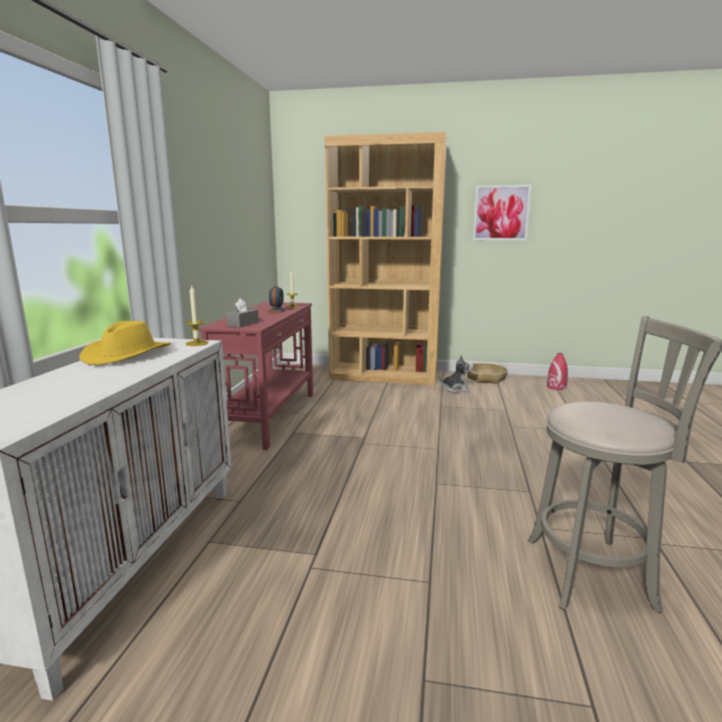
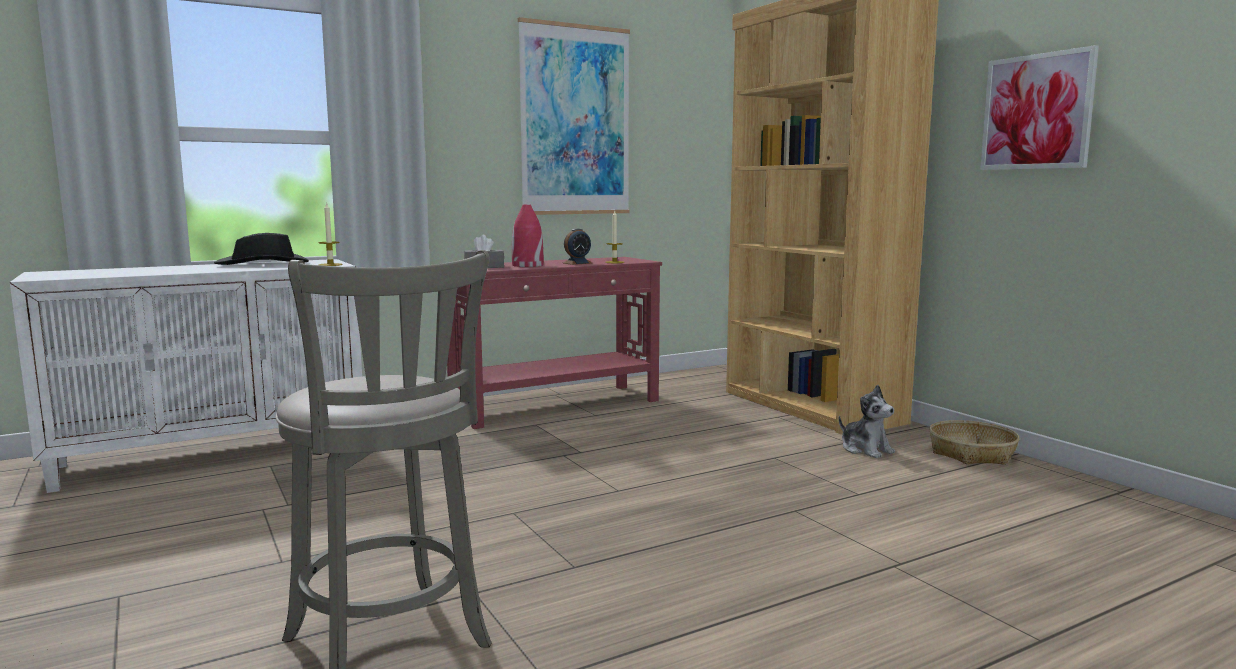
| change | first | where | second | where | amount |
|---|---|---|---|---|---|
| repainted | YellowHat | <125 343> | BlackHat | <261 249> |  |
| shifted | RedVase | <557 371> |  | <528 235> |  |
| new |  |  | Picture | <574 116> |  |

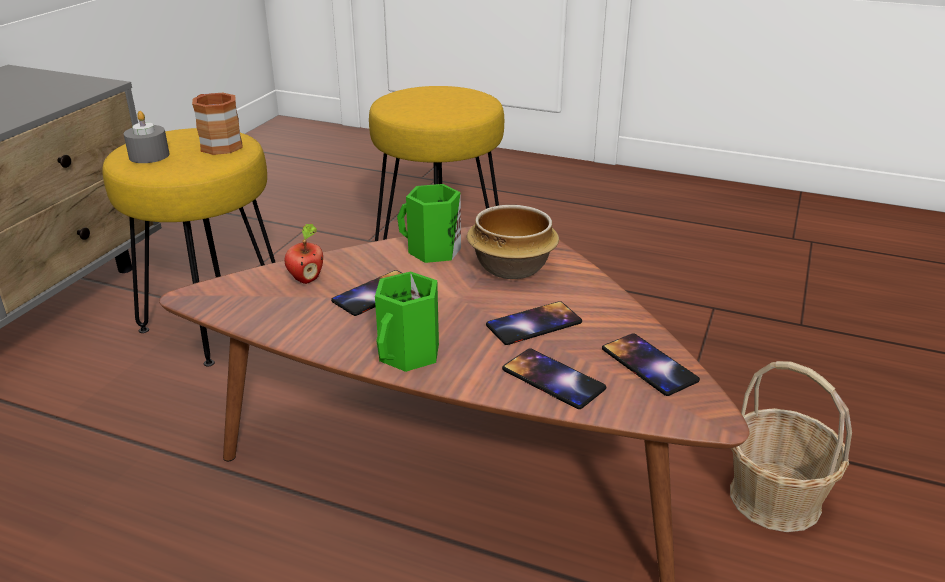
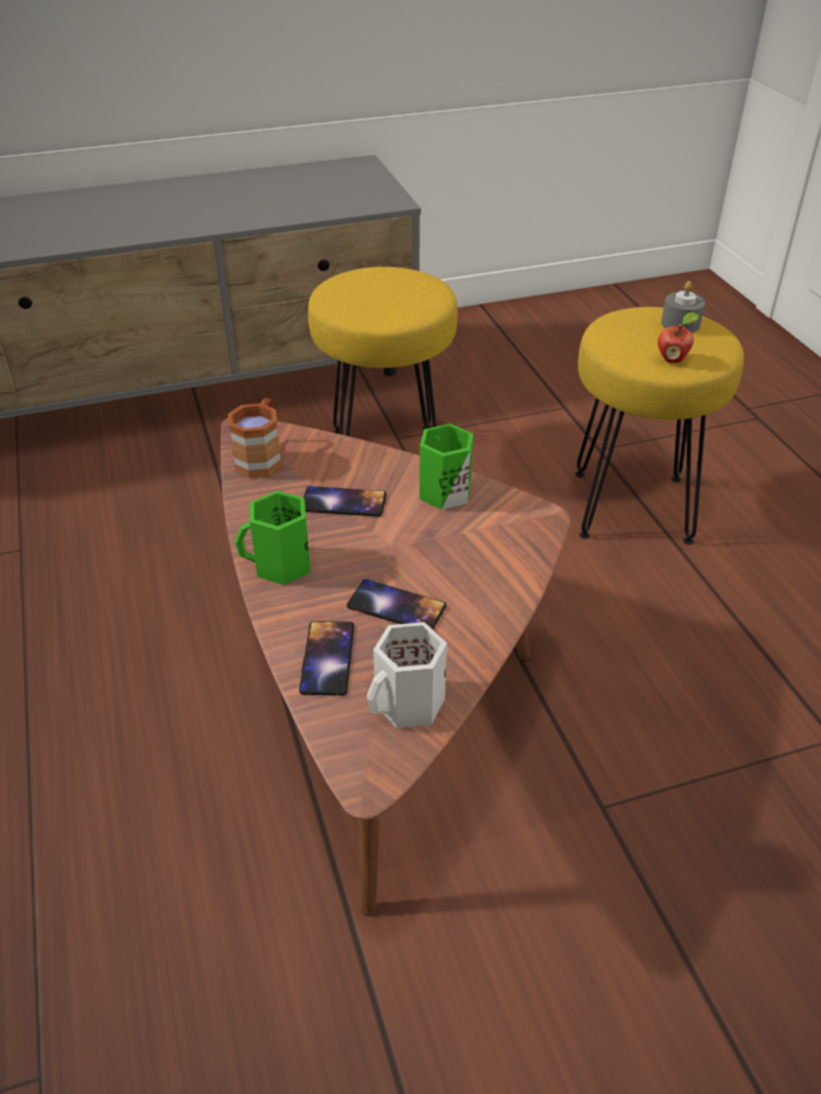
| change | first | where | second | where | amount |
|---|---|---|---|---|---|
| shifted | BrownMug | <217 124> |  | <255 438> |  |
| shifted | GreyCandle | <146 137> |  | <683 307> |  |
| gone | Bowl | <513 242> |  |  |  |
| shifted | Apple | <304 254> |  | <678 337> |  |
| swapped | Phone | <651 365> | WhiteMug | <407 675> |  |
| gone | Basket | <791 446> |  |  |  |

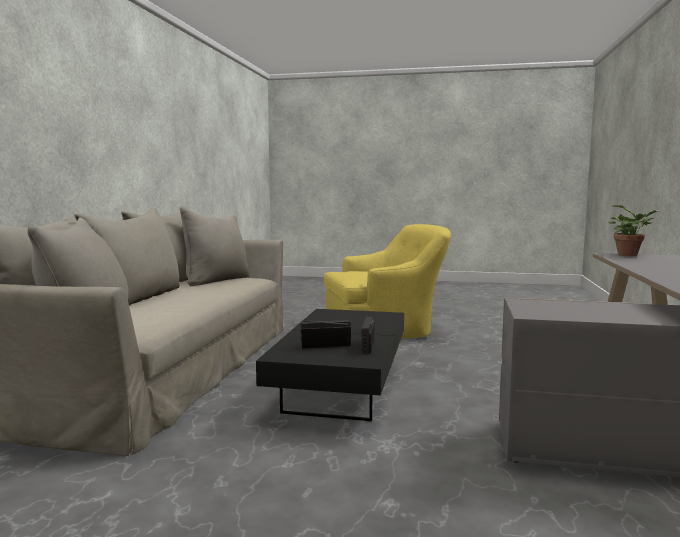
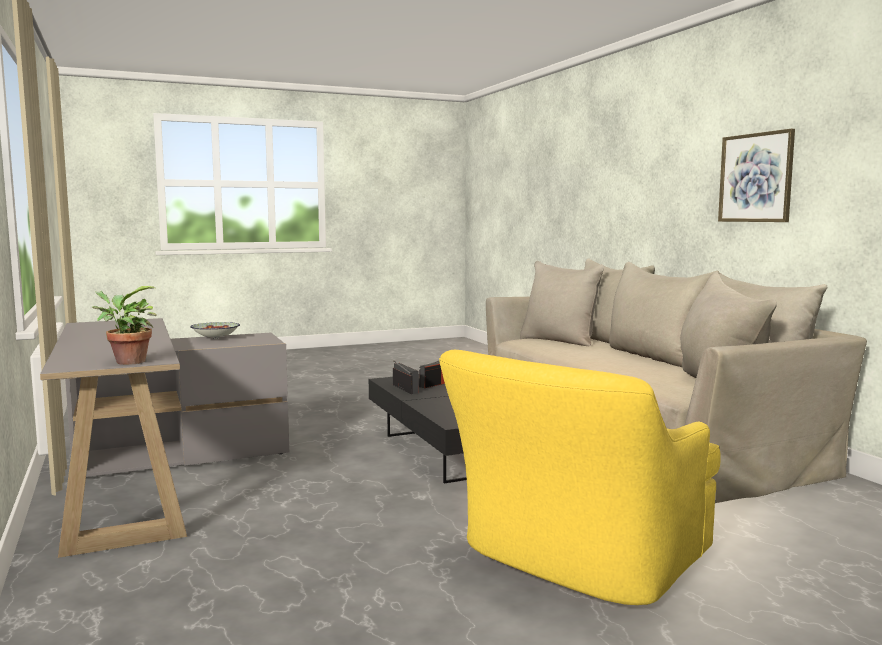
| change | first | where | second | where | amount |
|---|---|---|---|---|---|
| new |  |  | Picture | <756 175> |  |
| new |  |  | Bowl | <215 330> |  |

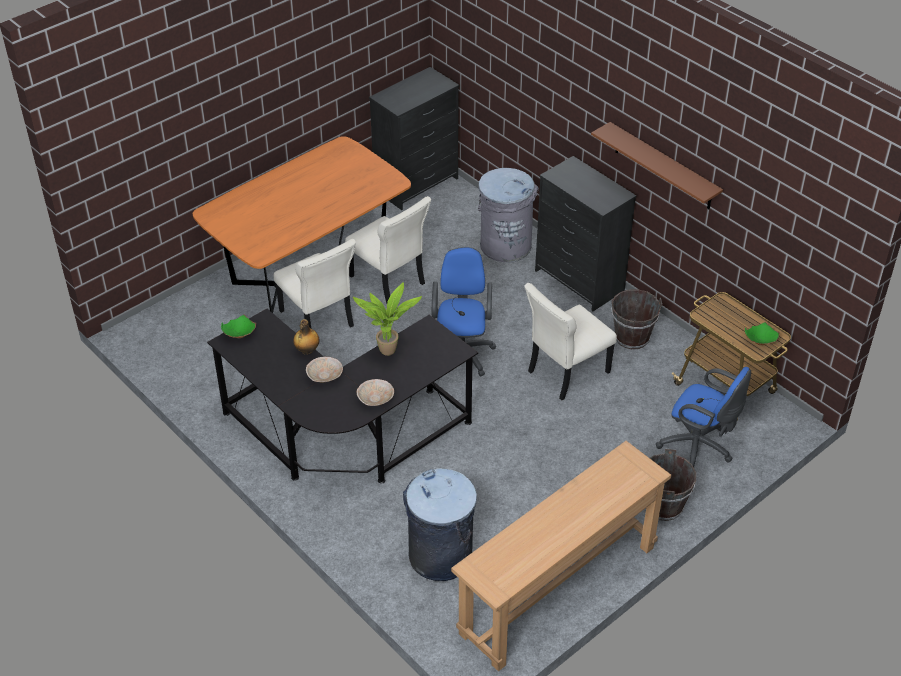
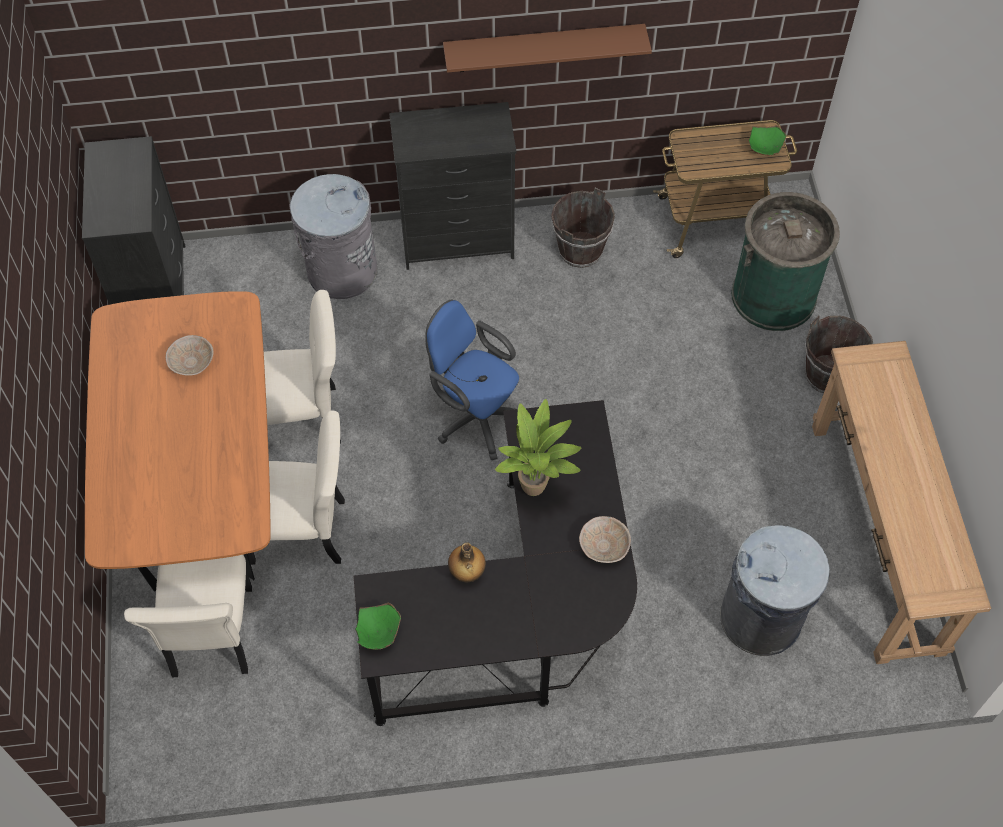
| change | first | where | second | where | amount |
|---|---|---|---|---|---|
| shifted | BeigeChair | <570 342> |  | <188 616> |  |
| shifted | BeigeBowl | <324 369> |  | <189 355> |  |
| swapped | BlueOfficeChair | <703 417> | GreenTrashCan | <785 261> |  |

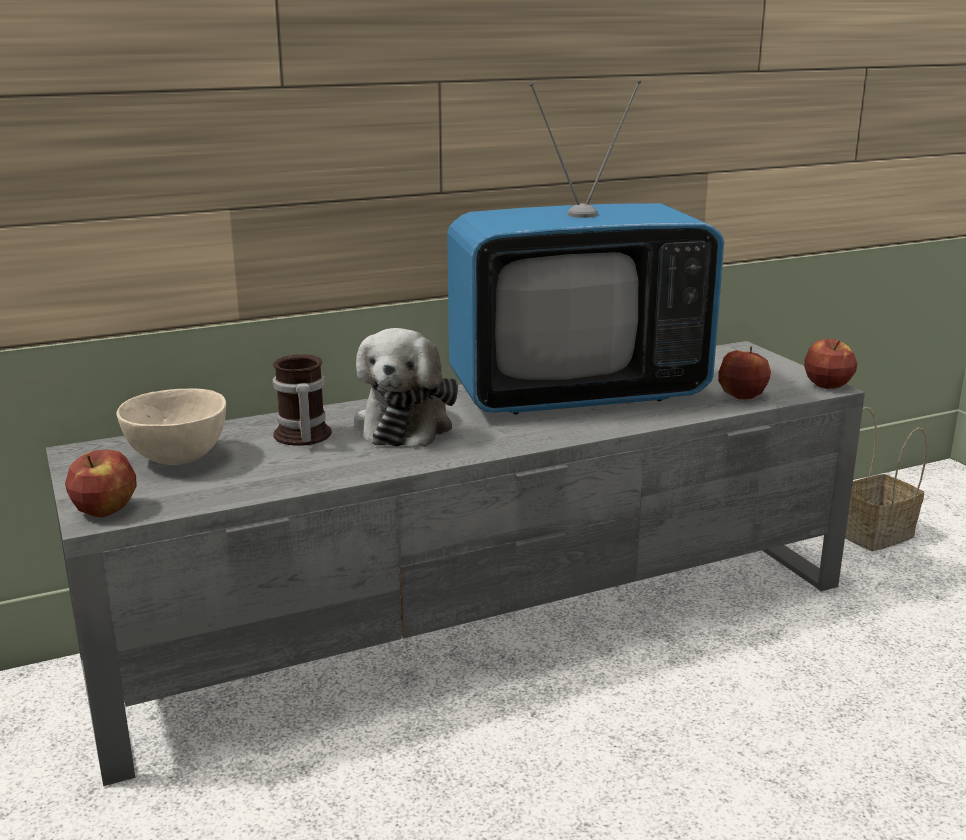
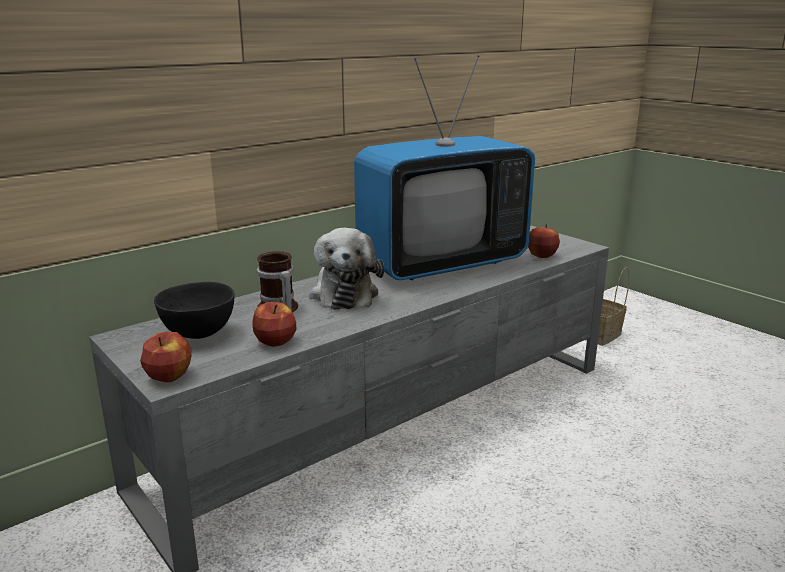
| change | first | where | second | where | amount |
|---|---|---|---|---|---|
| shifted | Apple | <830 364> |  | <274 324> |  |
| repainted | BeigeBowl | <171 427> | BlackBowl | <194 310> |  |

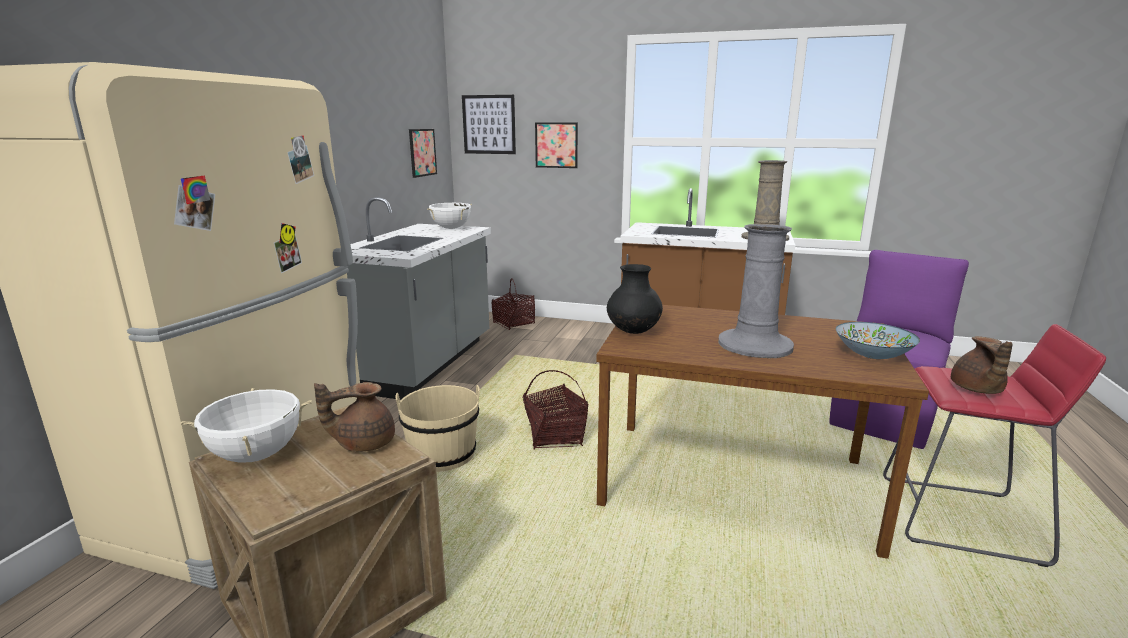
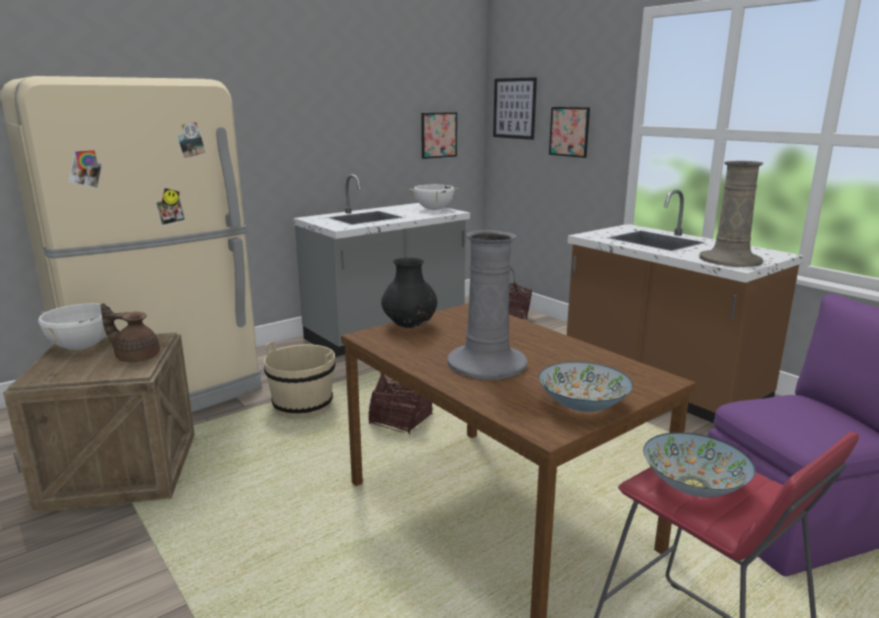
| change | first | where | second | where | amount |
|---|---|---|---|---|---|
| swapped | BrownTeapot | <982 365> | Bowl | <699 464> |  |

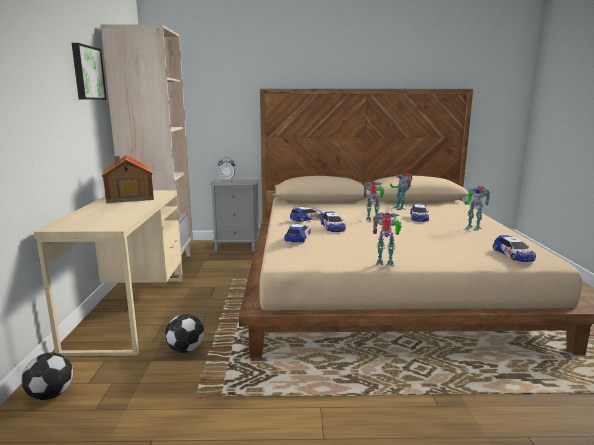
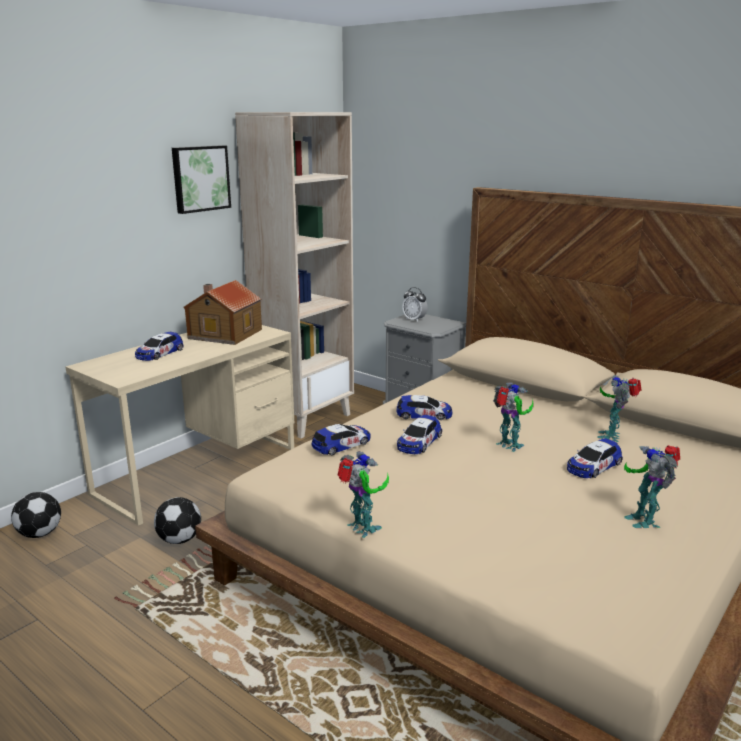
| change | first | where | second | where | amount |
|---|---|---|---|---|---|
| shifted | ToyCar | <514 248> |  | <159 346> |  |

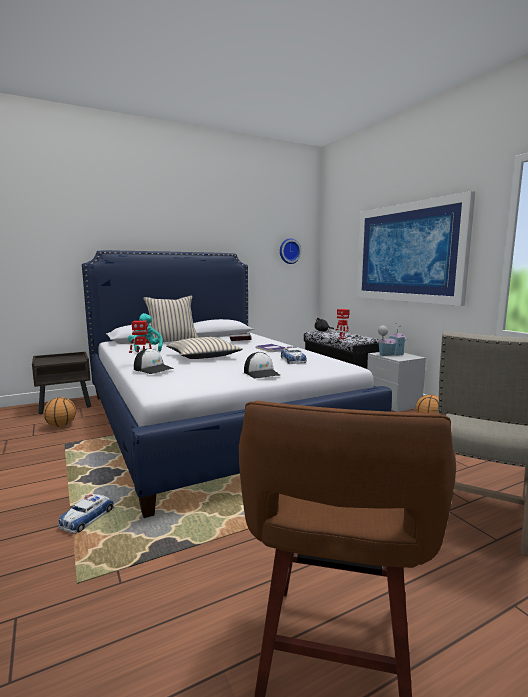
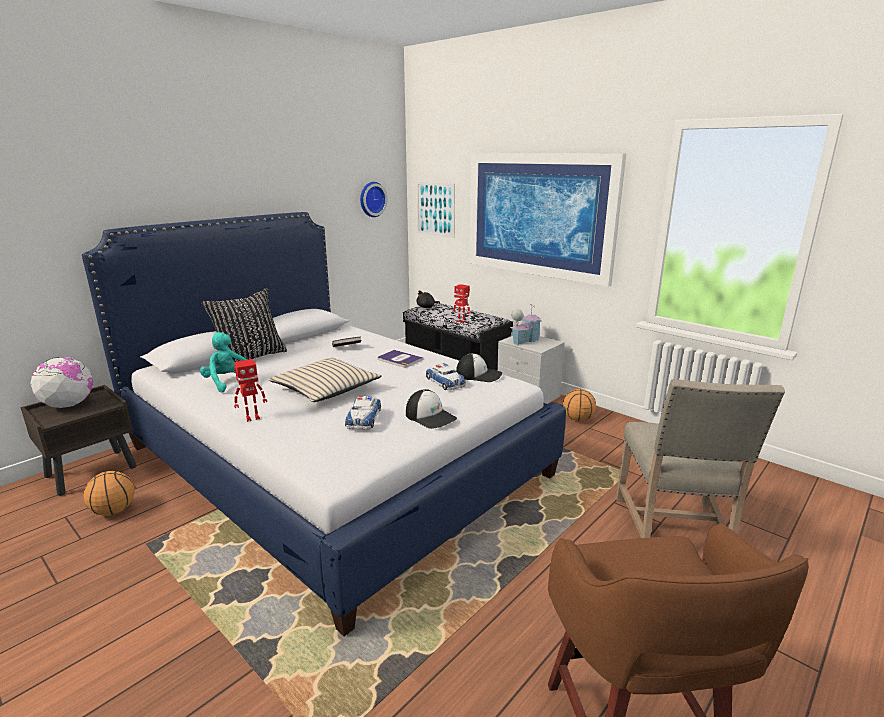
| change | first | where | second | where | amount |
|---|---|---|---|---|---|
| repainted | BeigePillow | <170 320> | BlackPillow | <244 325> |  |
| shifted | Cap | <154 361> |  | <479 367> |  |
| shifted | ToyCar | <86 514> |  | <363 413> |  |
| new |  |  | Picture | <436 210> |  |
| new |  |  | Globe | <61 382> |  |

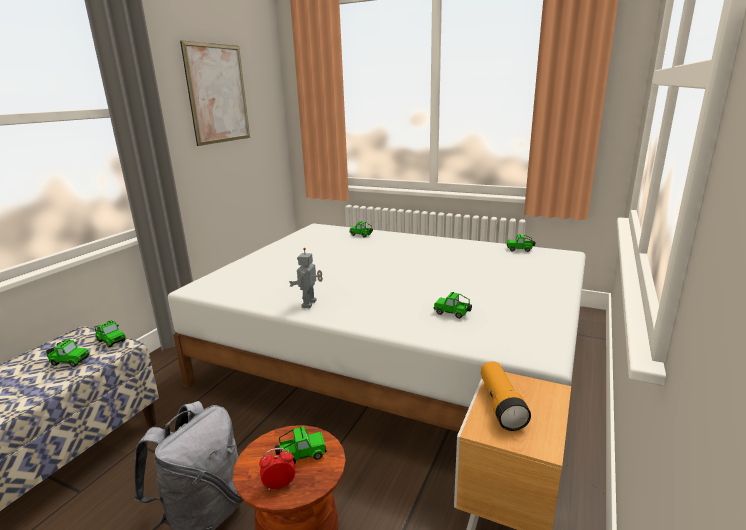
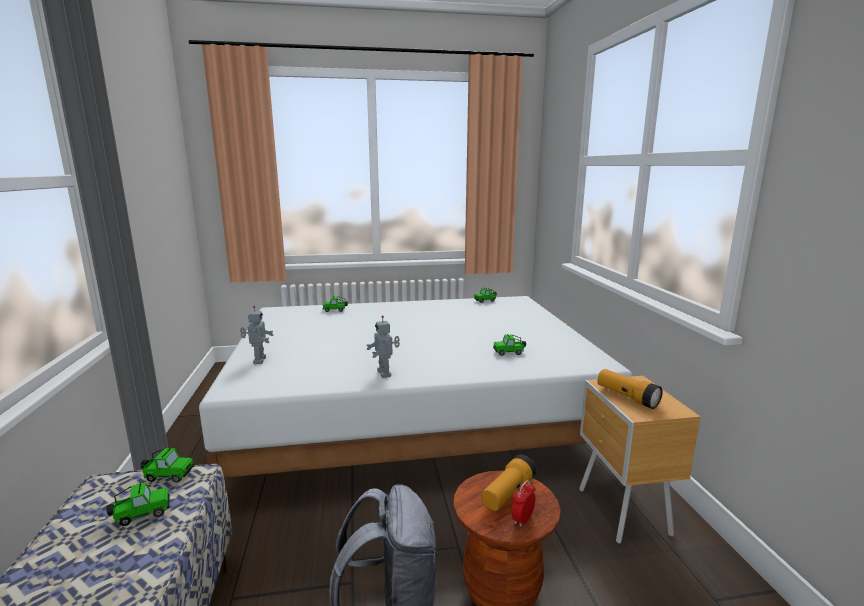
| change | first | where | second | where | amount |
|---|---|---|---|---|---|
| gone | Picture | <215 93> |  |  |  |
| swapped | ToyCar | <301 445> | Flashlight | <508 483> |  |
| new |  |  | ToyRobot | <256 335> |  |

